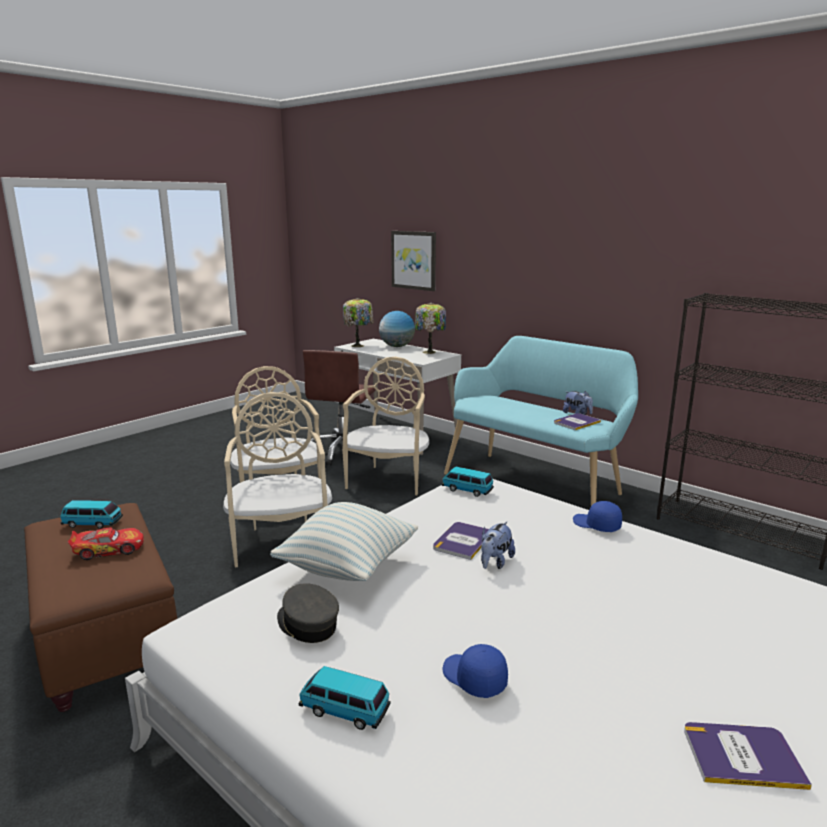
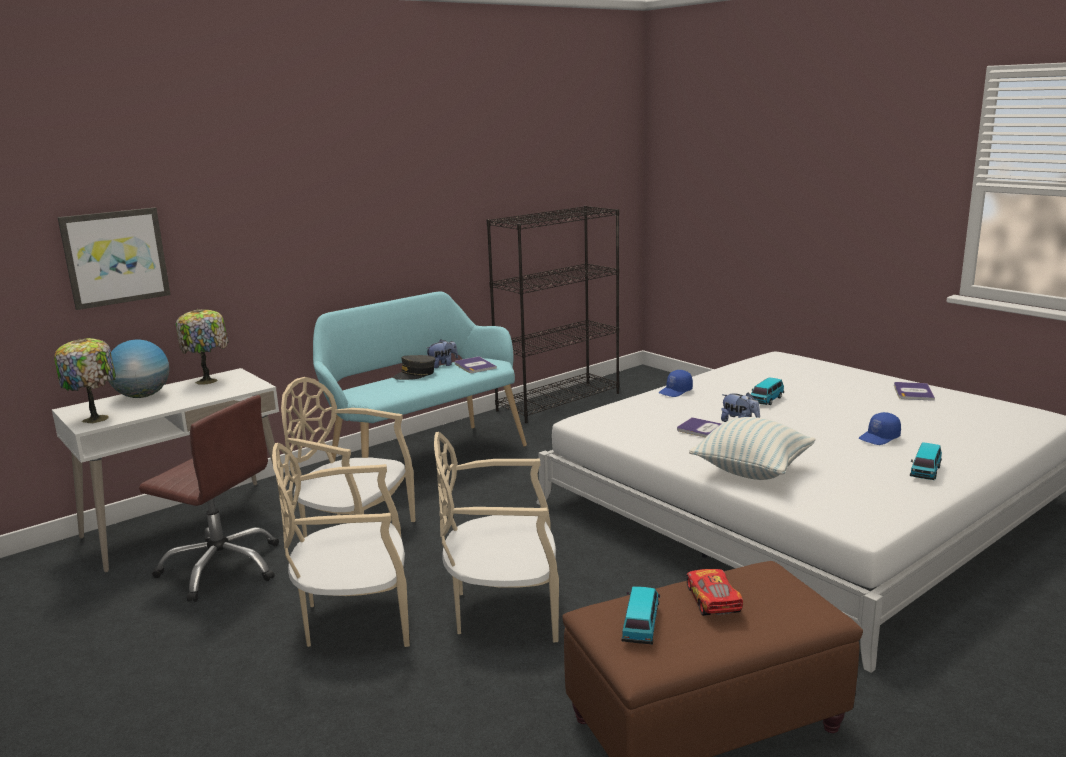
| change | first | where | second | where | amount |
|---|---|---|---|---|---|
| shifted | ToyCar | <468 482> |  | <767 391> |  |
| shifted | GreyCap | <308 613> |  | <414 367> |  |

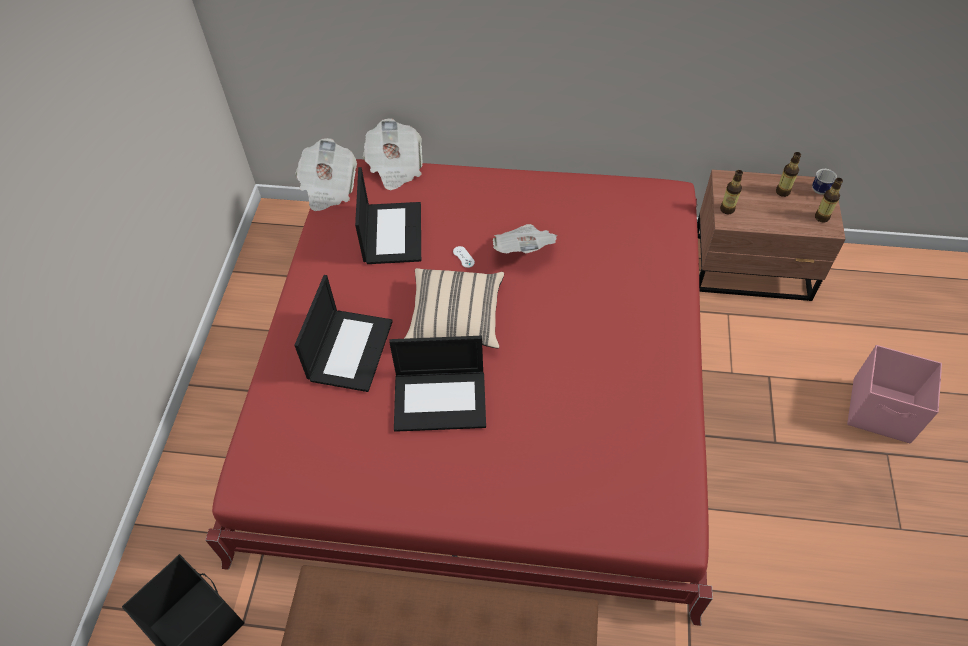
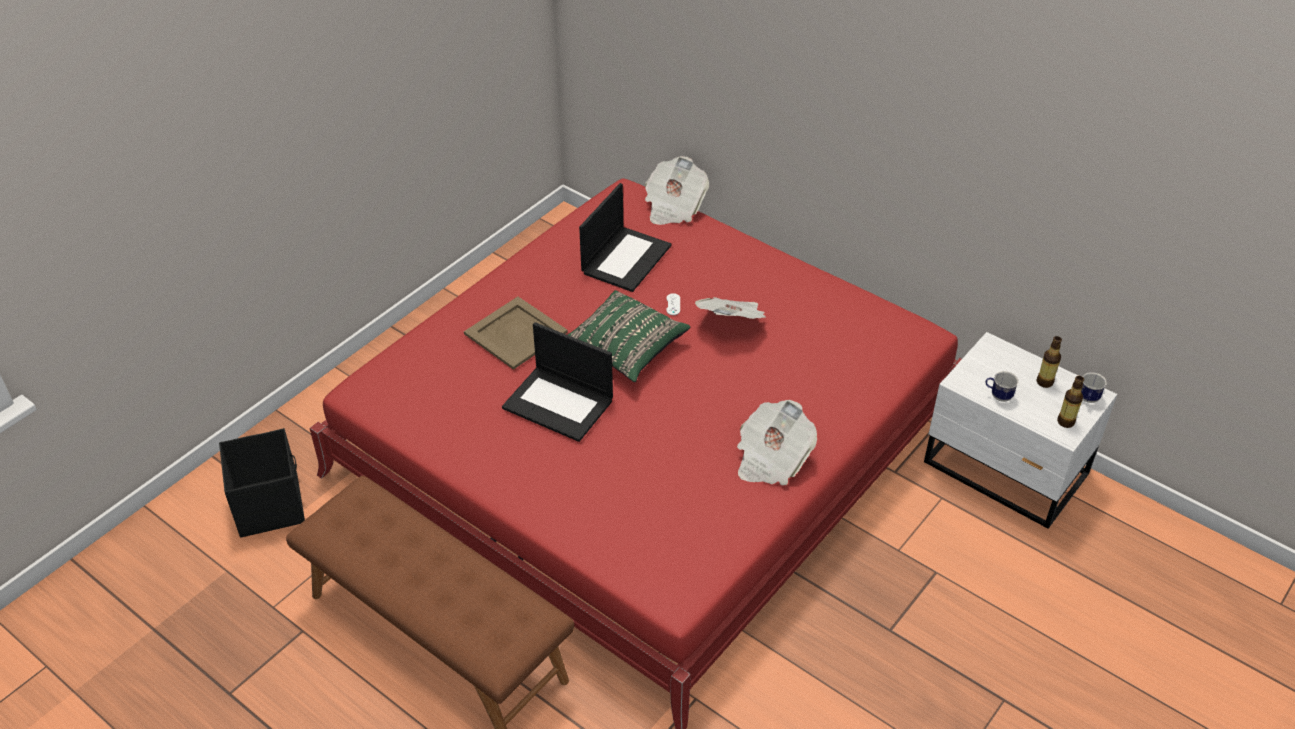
| change | first | where | second | where | amount |
|---|---|---|---|---|---|
| shifted | Newspaper | <326 174> |  | <777 443> |  |
| repainted | BrownNightstand | <771 235> | WhiteNightstand | <1020 430> |  |
| gone | Bottle | <731 192> |  |  |  |
| repainted | BeigePillow | <454 308> | GreenPillow | <629 336> |  |
| swapped | Laptop | <343 333> | BeigeTray | <516 333> |  |
| gone | PinkStorageBox | <894 394> |  |  |  |
| new |  |  | Mug | <1002 386> |  |

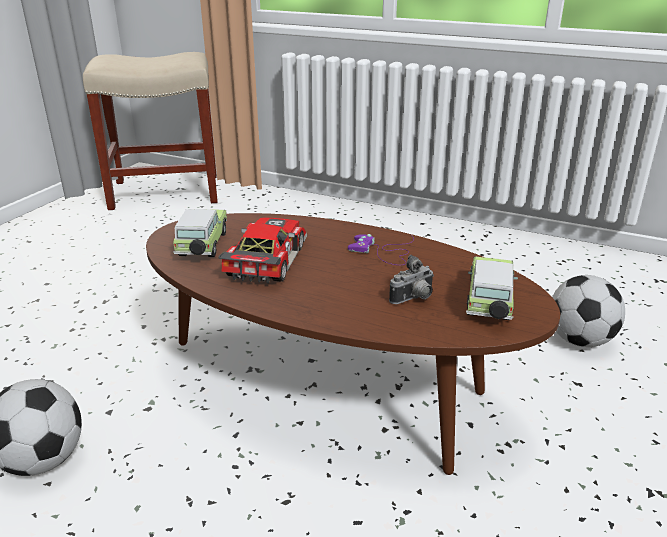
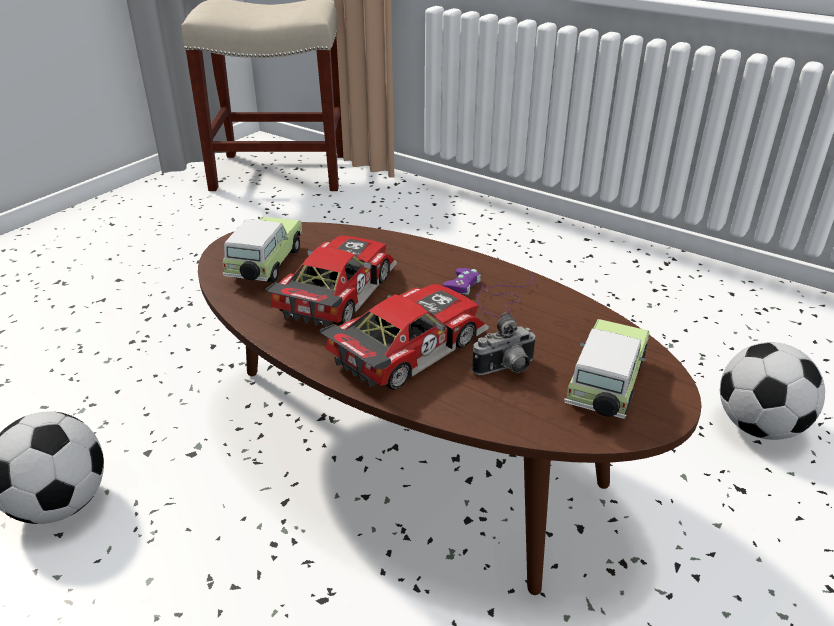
| change | first | where | second | where | amount |
|---|---|---|---|---|---|
| new |  |  | ToyCar | <404 337> |  |

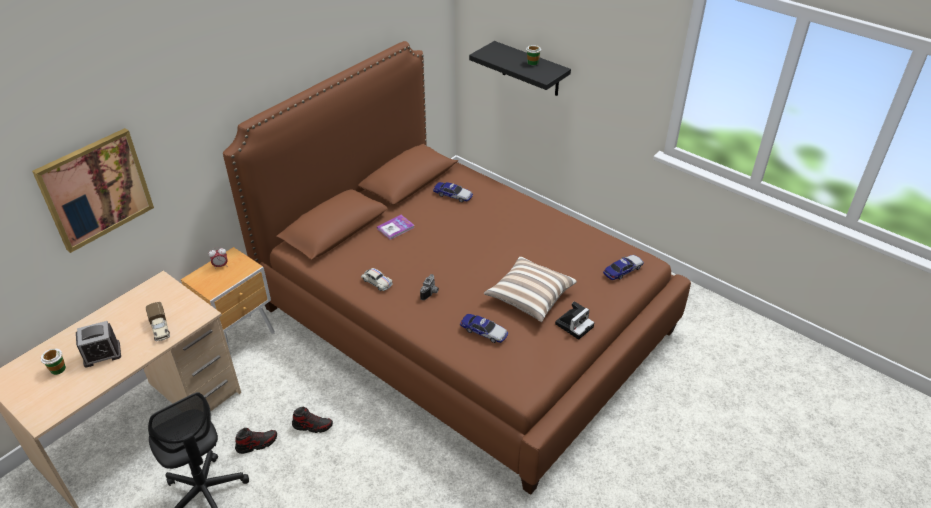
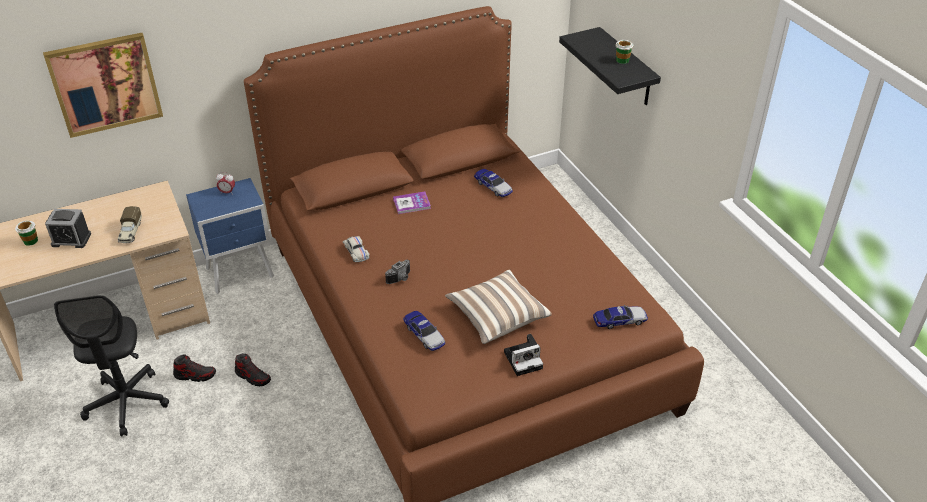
| change | first | where | second | where | amount |
|---|---|---|---|---|---|
| repainted | BrownNightstand | <228 303> | BlueNightstand | <230 236> |  |

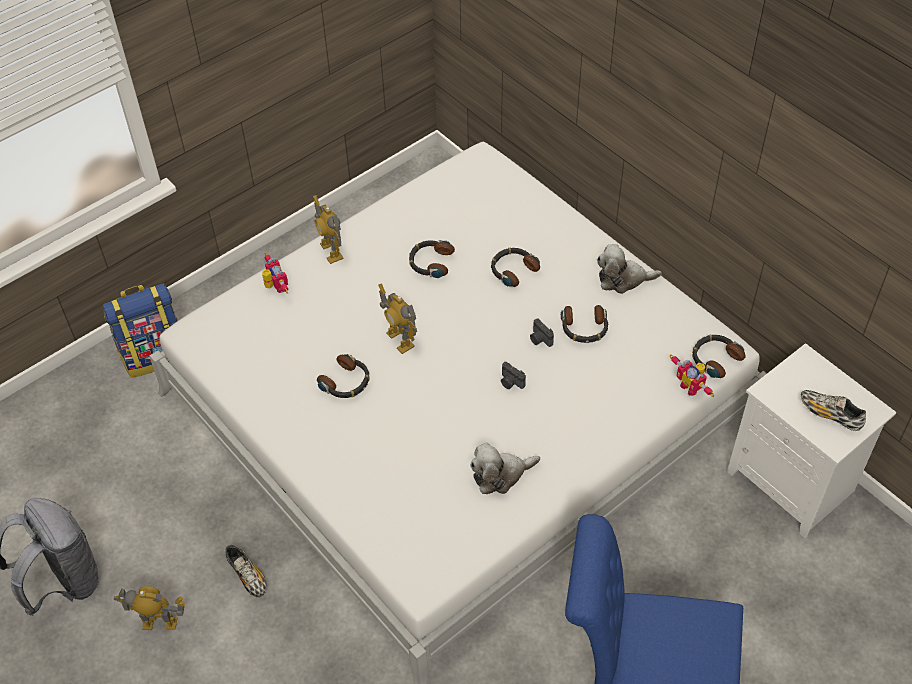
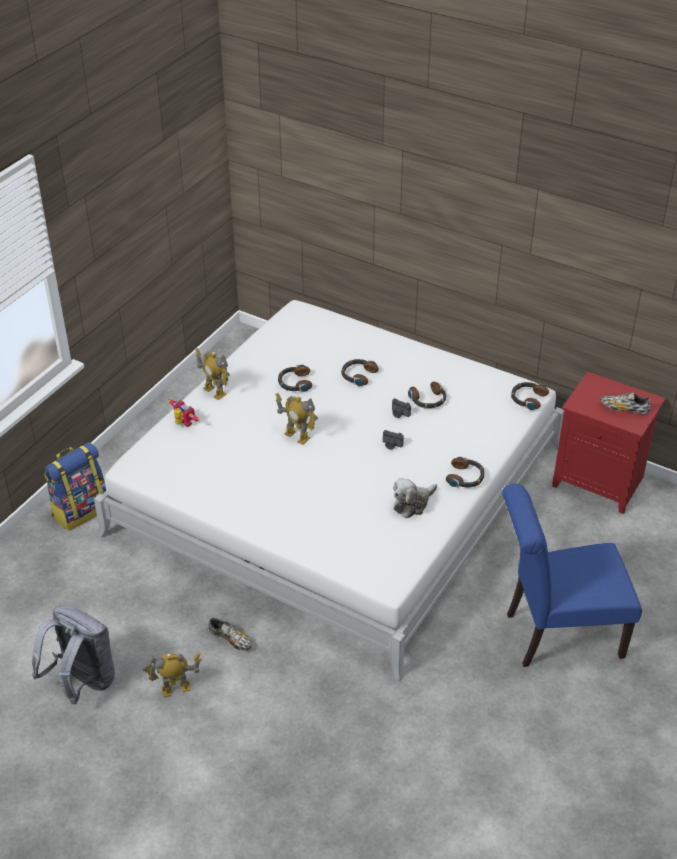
| change | first | where | second | where | amount |
|---|---|---|---|---|---|
| gone | PlushToy | <629 269> |  |  |  |
| repainted | WhiteNightstand | <812 440> | RedNightstand | <609 443> |  |
| shifted | Headphones | <343 376> |  | <465 472> |  |
| gone | ToyRobot | <692 375> |  |  |  |

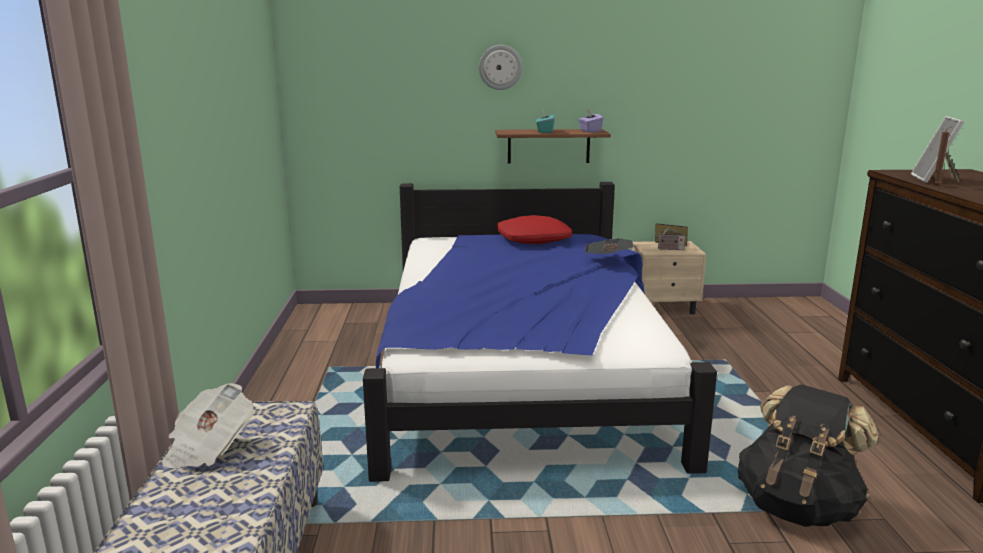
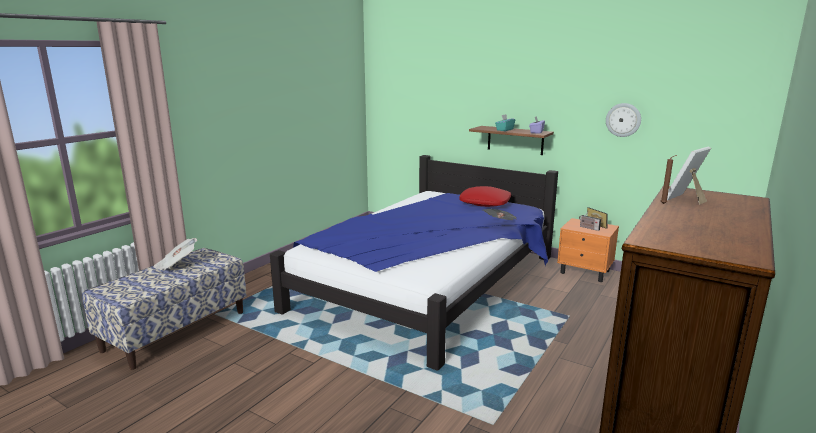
| change | first | where | second | where | amount |
|---|---|---|---|---|---|
| shifted | WallClock | <500 67> |  | <623 120> |  |
| repainted | BeigeNightstand | <669 277> | OrangeNightstand | <588 250> |  |
| gone | BlackBackpack | <808 455> |  |  |  |

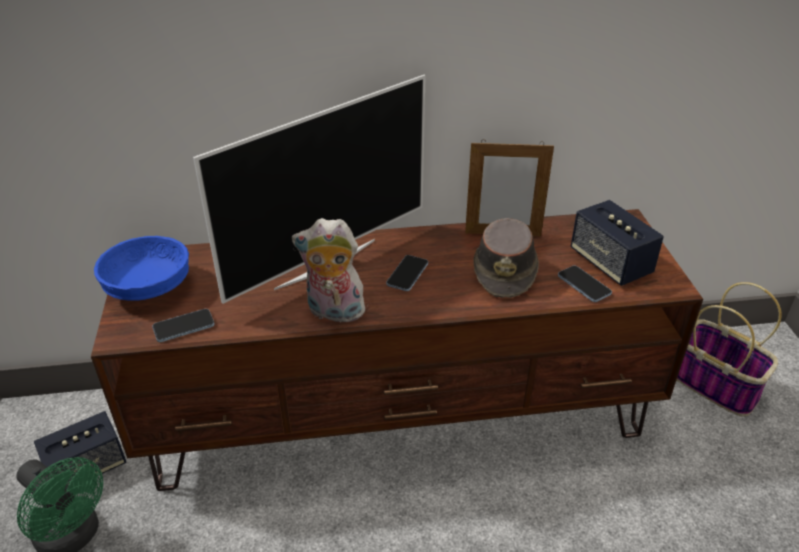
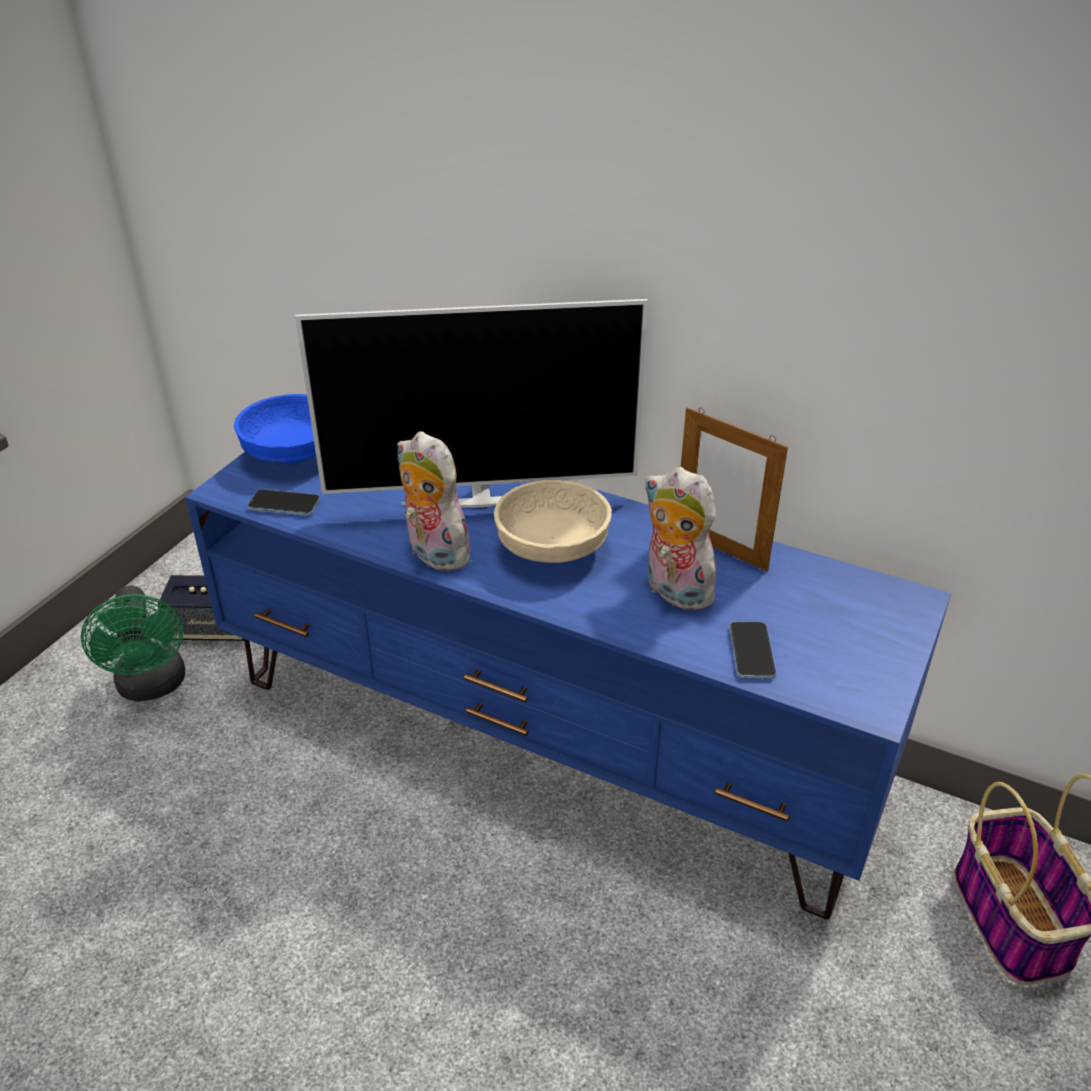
| change | first | where | second | where | amount |
|---|---|---|---|---|---|
| gone | Speaker | <617 243> |  |  |  |
| repainted | BrownTvStand | <397 350> | BlueTvStand | <568 686> |  |
| swapped | BrownHat | <506 258> | PlushToy | <681 539> |  |
| swapped | Phone | <407 273> | BeigeBowl | <553 521> |  |

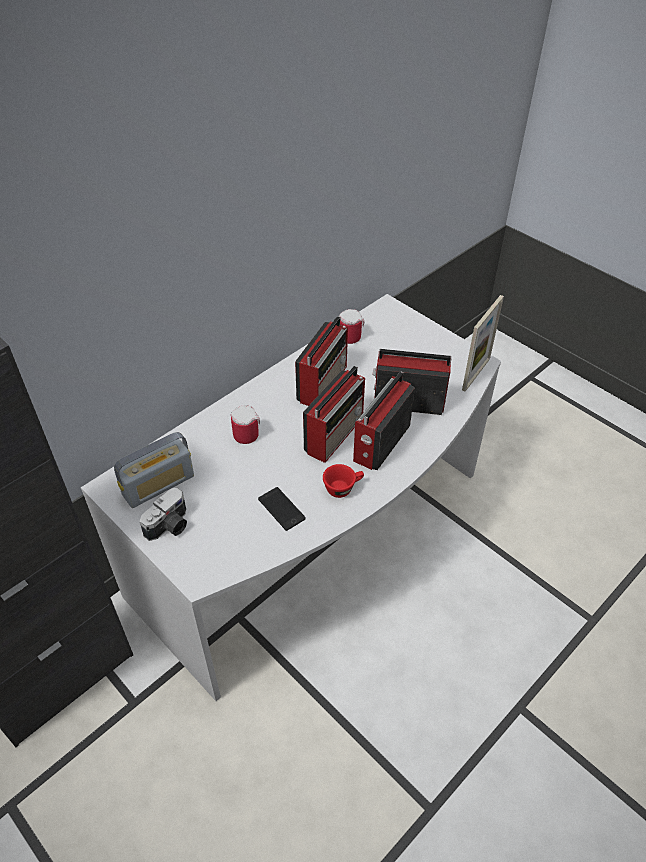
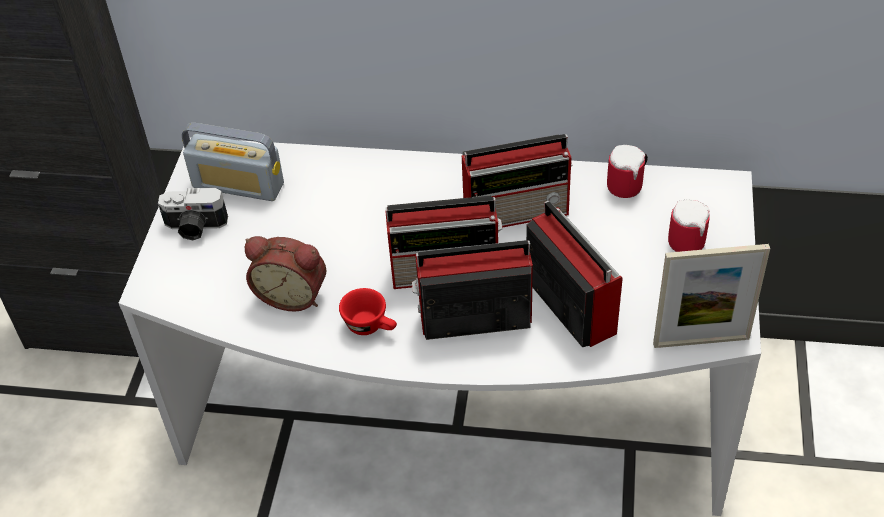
| change | first | where | second | where | amount |
|---|---|---|---|---|---|
| shifted | Mug | <245 425> |  | <689 226> |  |
| swapped | Phone | <282 509> | AlarmClock | <286 273> |  |

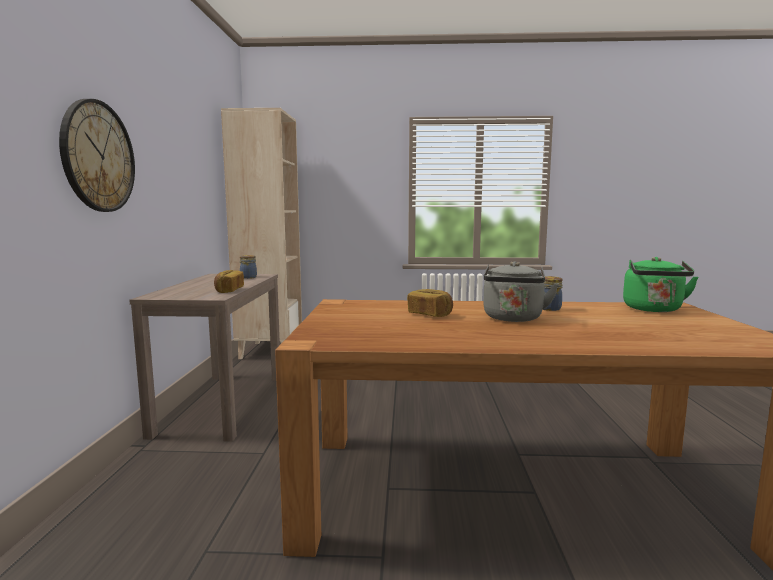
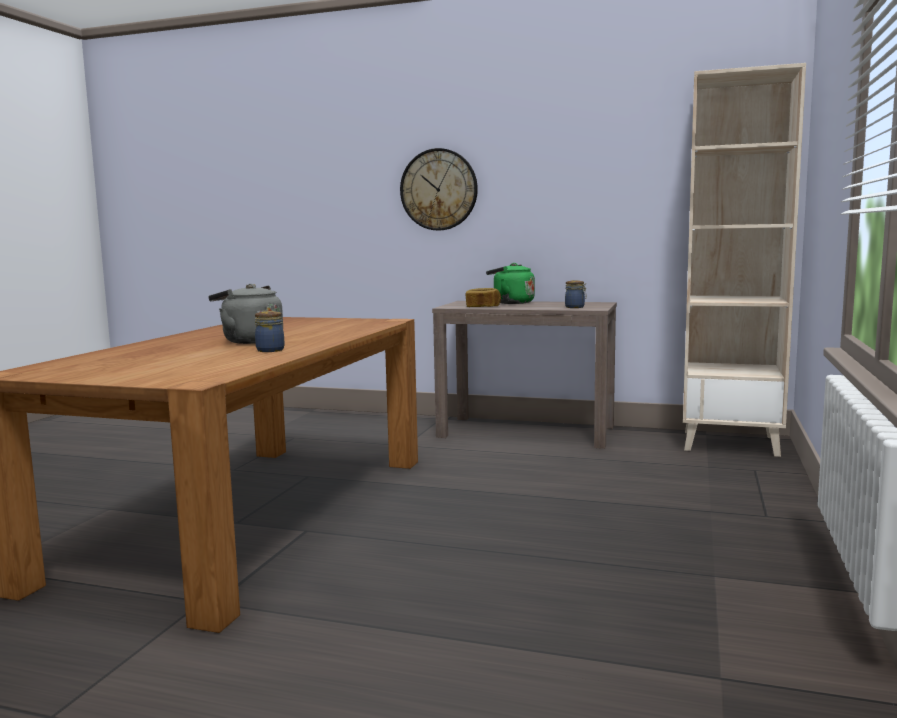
| change | first | where | second | where | amount |
|---|---|---|---|---|---|
| shifted | GreenKettle | <661 284> |  | <510 283> |  |
| gone | Bread | <430 303> |  |  |  |

